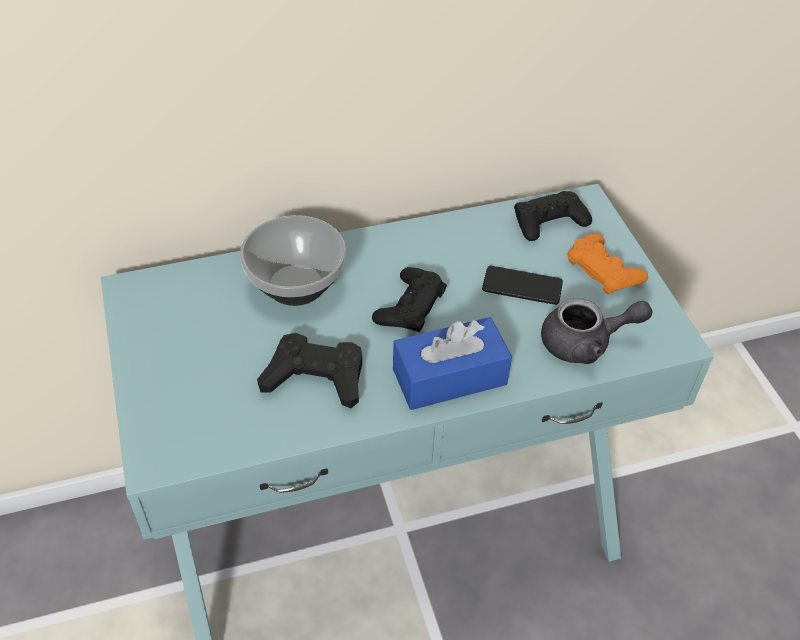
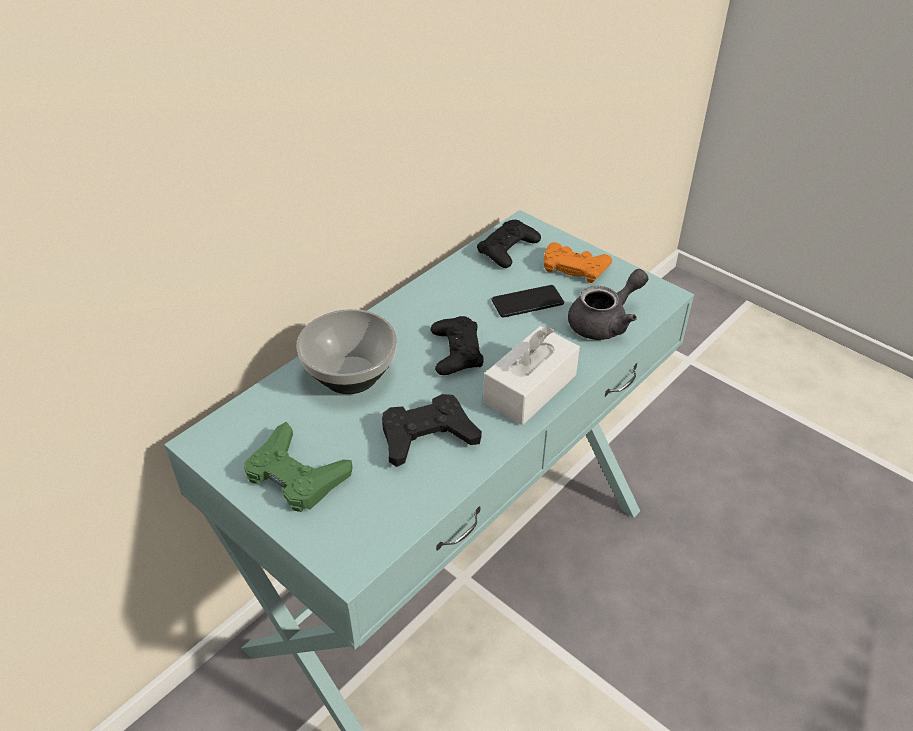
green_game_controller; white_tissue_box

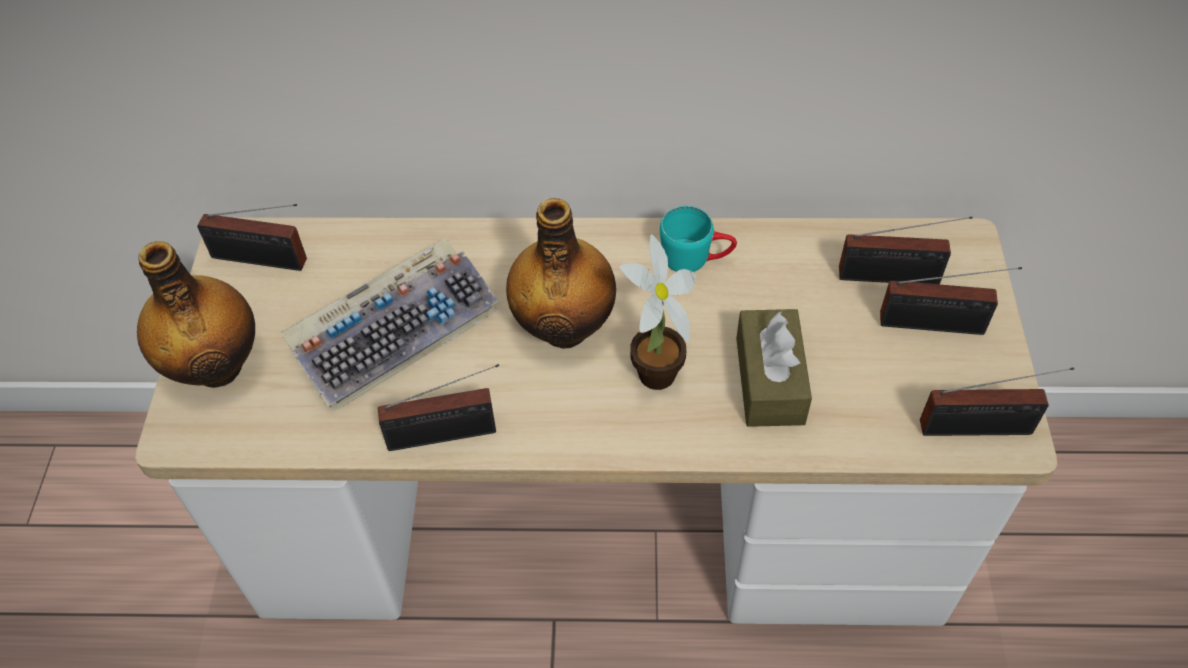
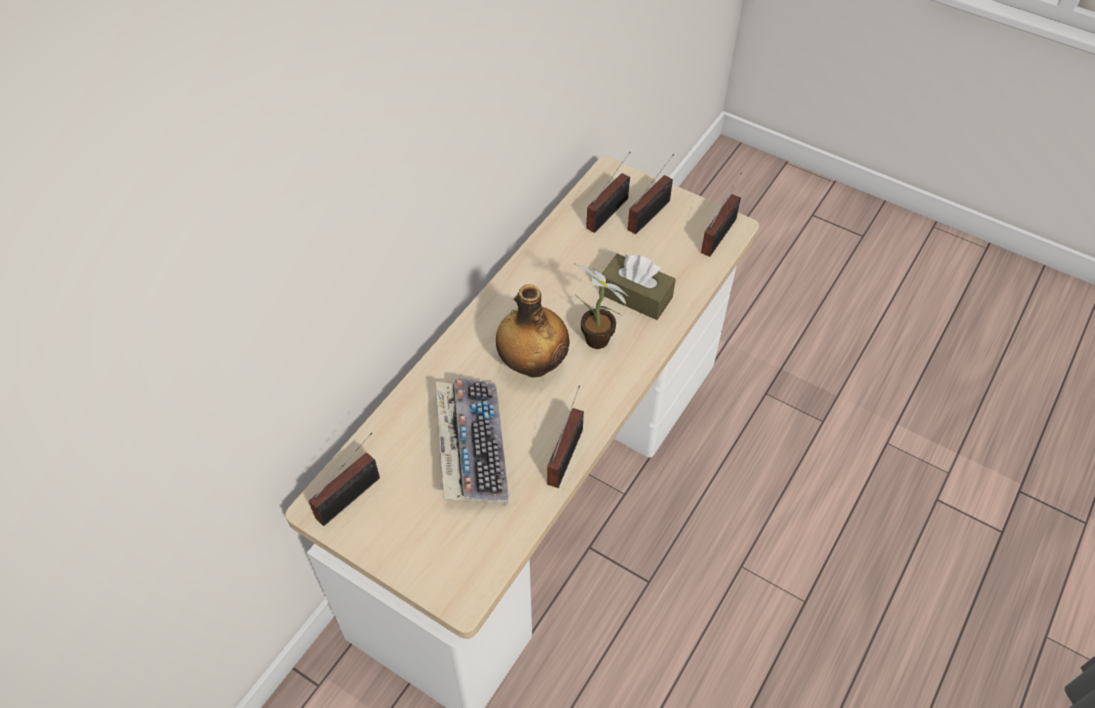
bottle (1st from left in the first image); turquoise_mug

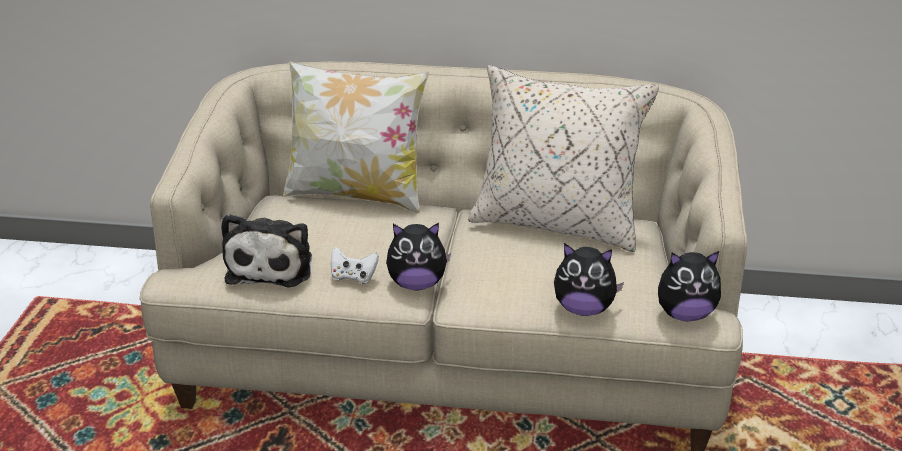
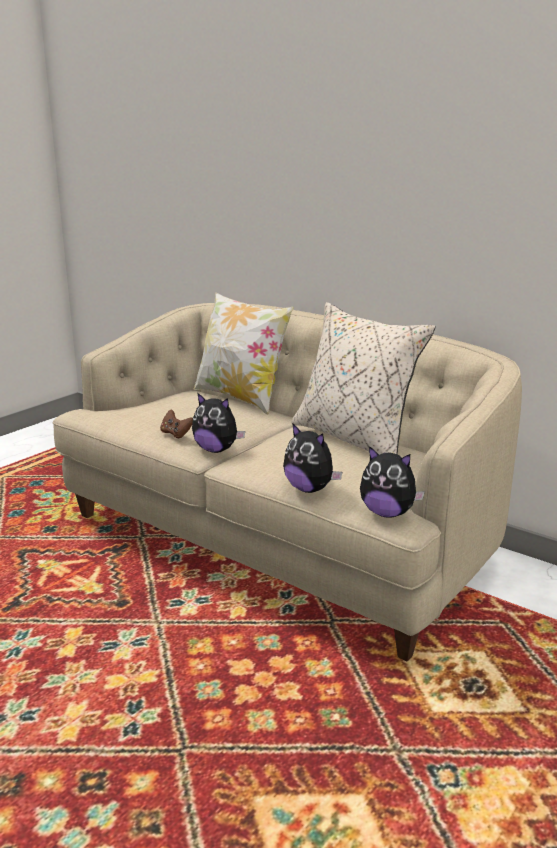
brown_game_controller; plush_toy (1st from left in the first image)

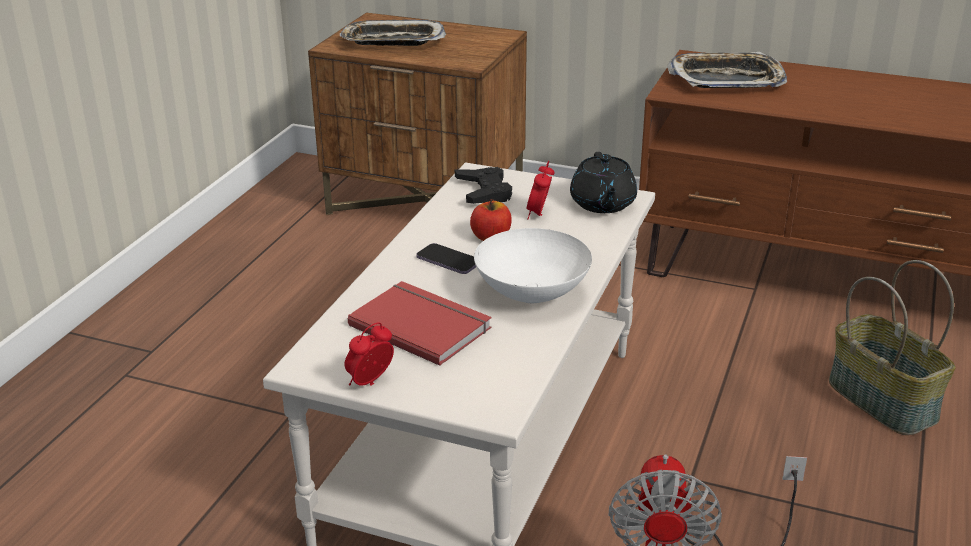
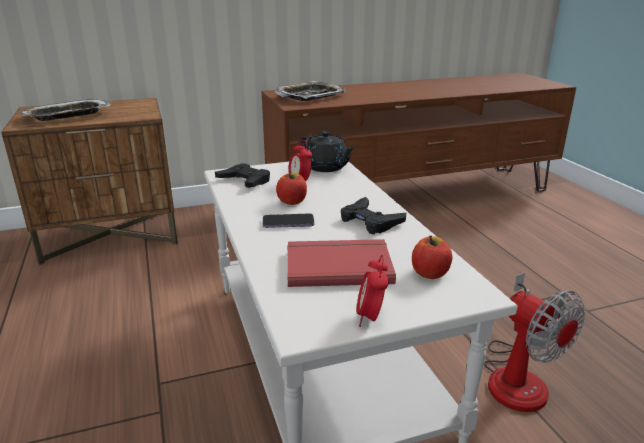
black_game_controller (2nd from left); apple (2nd from left); basket

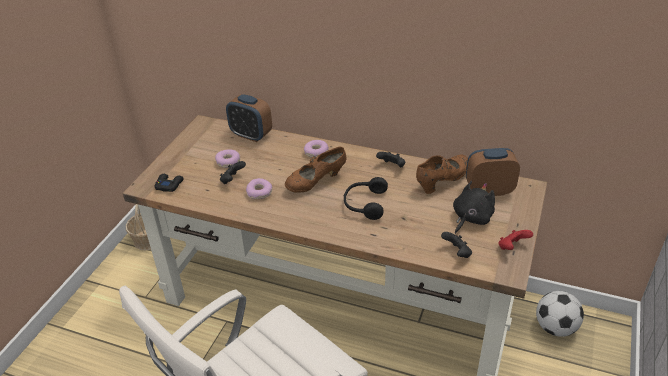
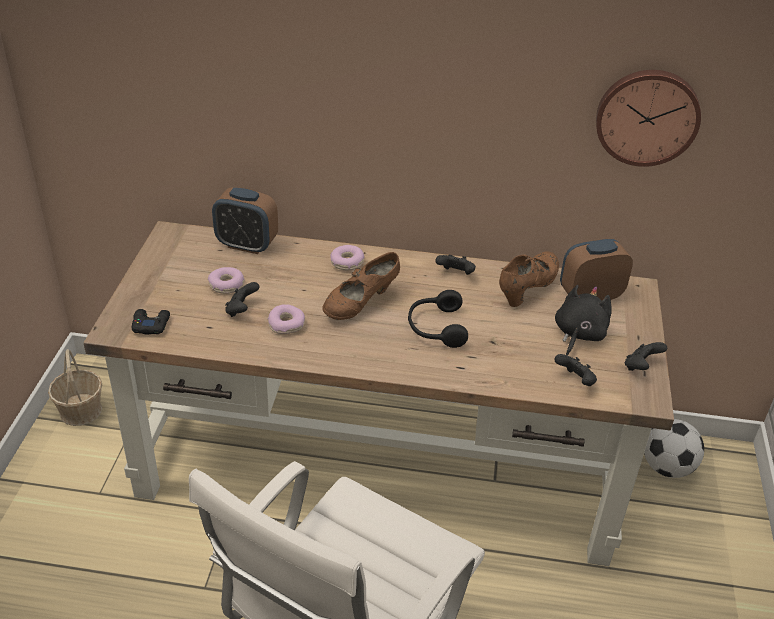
wall_clock; black_game_controller (5th from left)

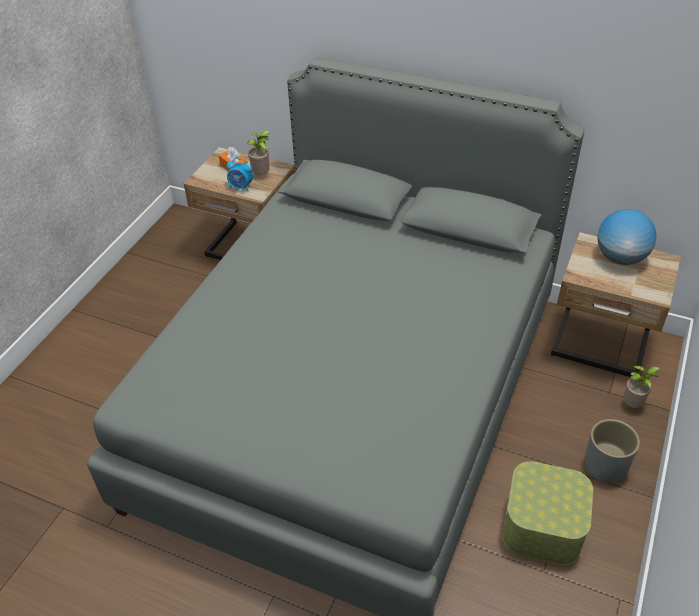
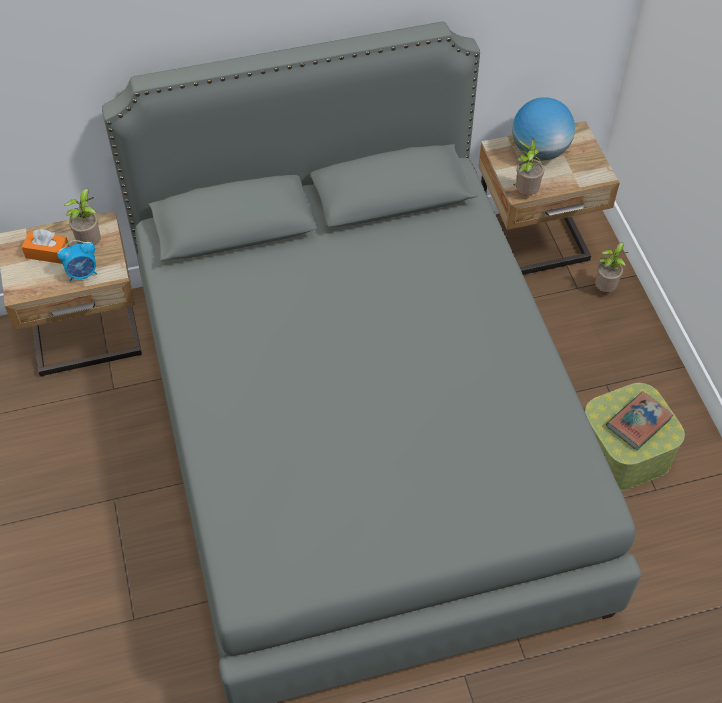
potted_plant (2nd from left); book; grey_planter

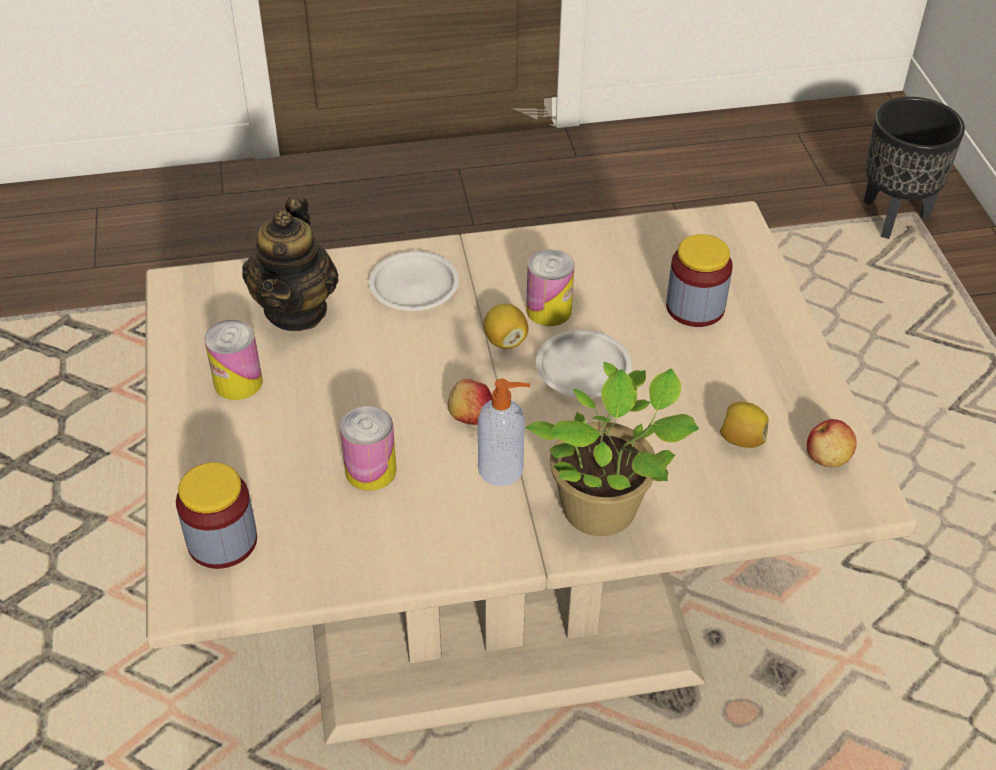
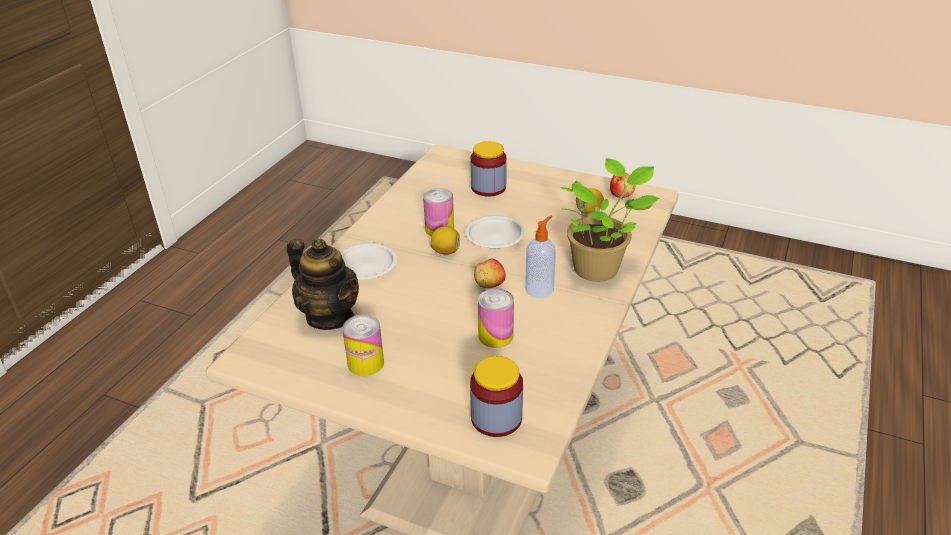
black_planter

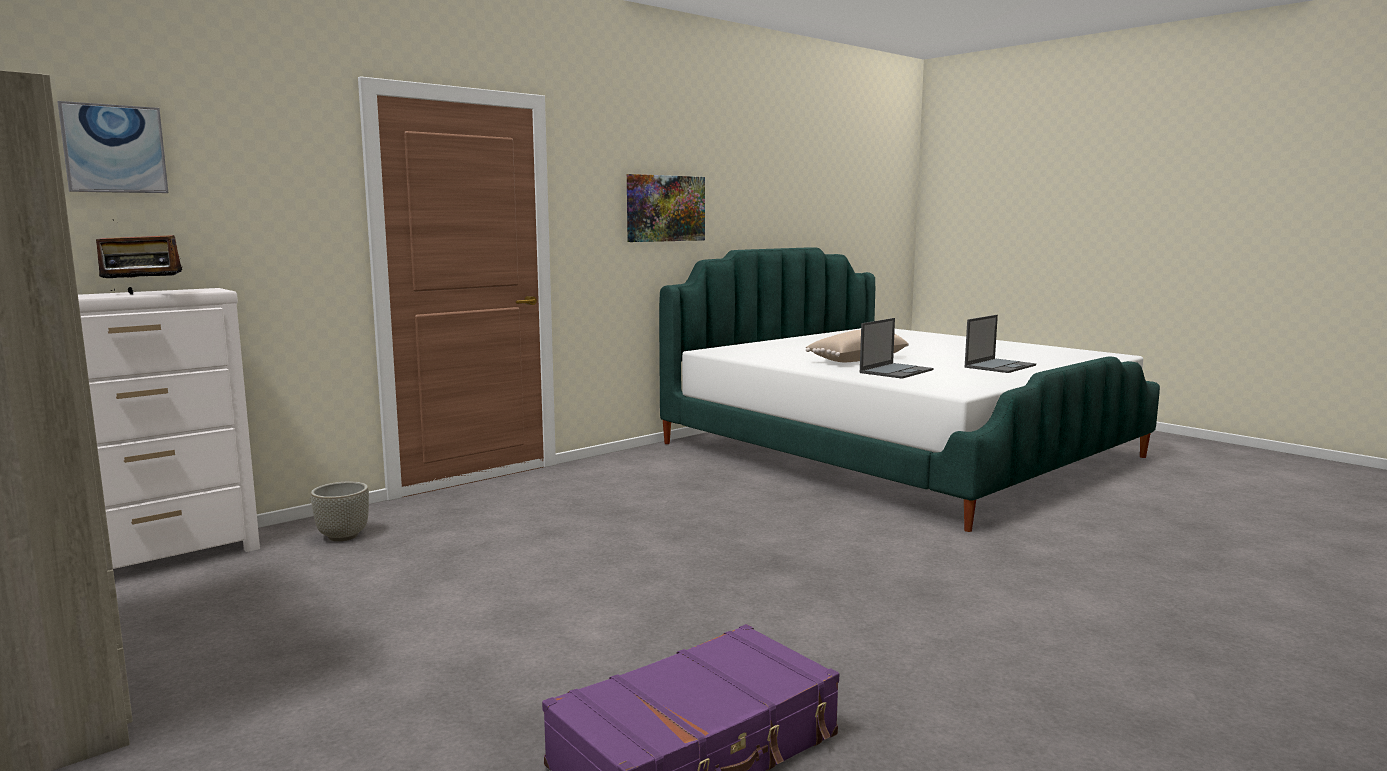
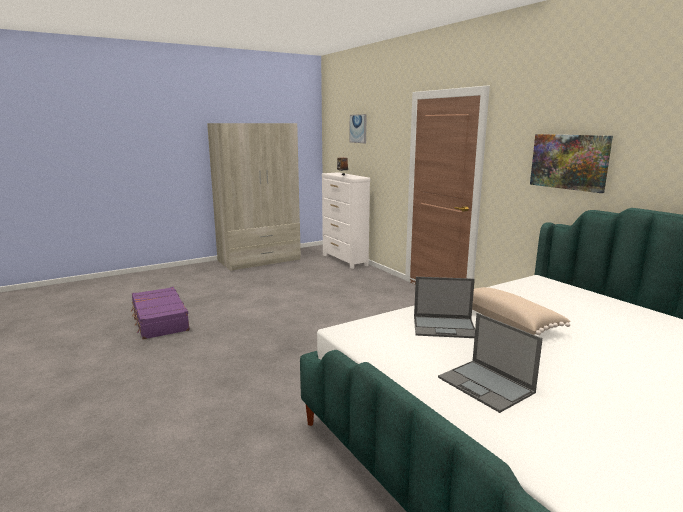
laptop (1st from left); grey_planter

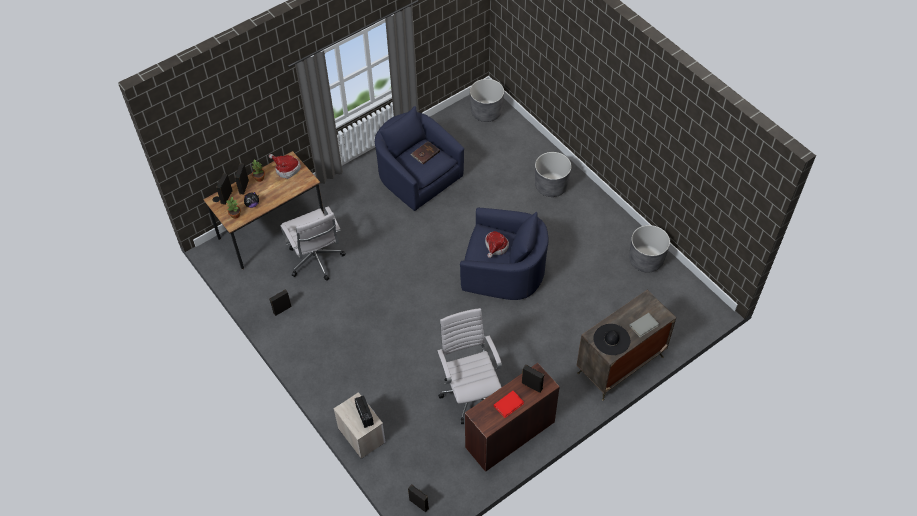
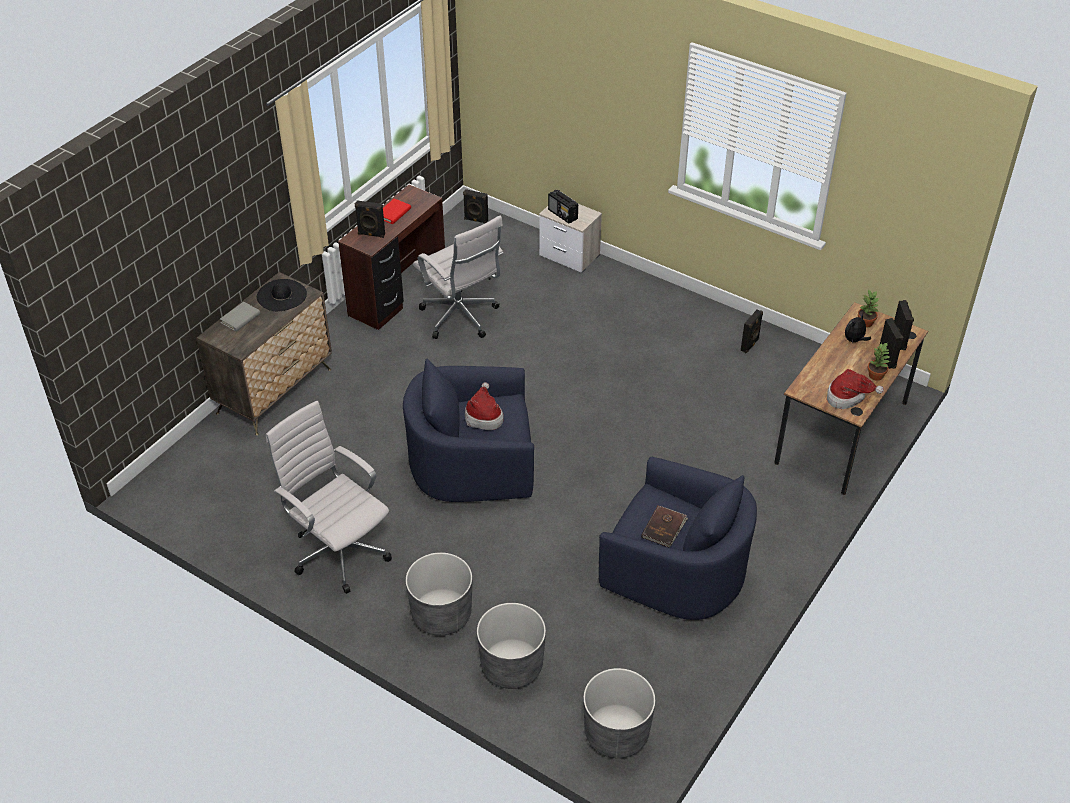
white_office_chair (1st from left); grey_planter (2nd from left)

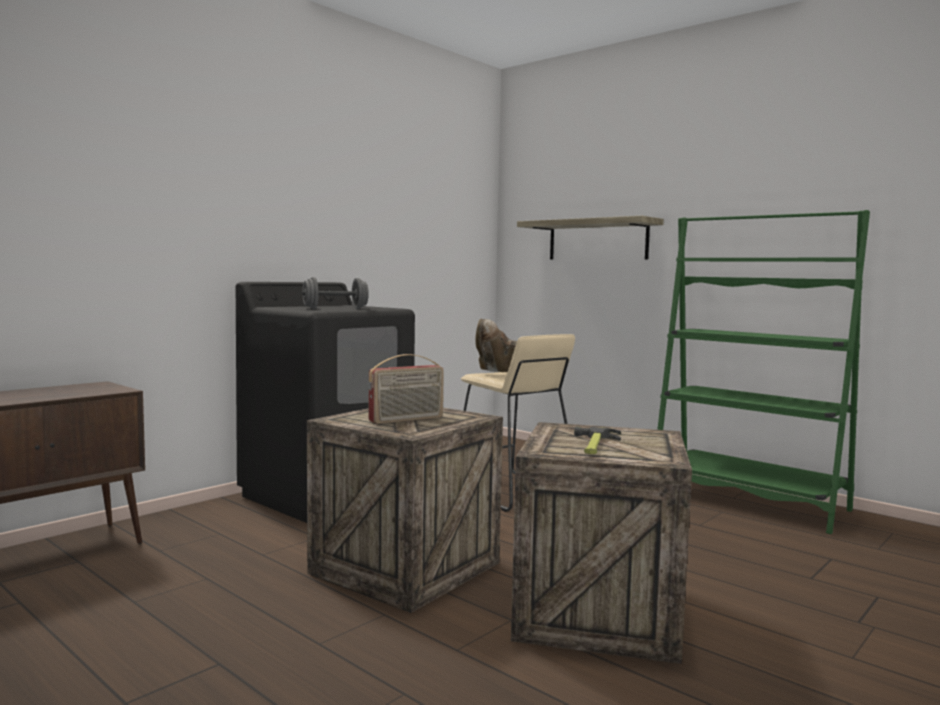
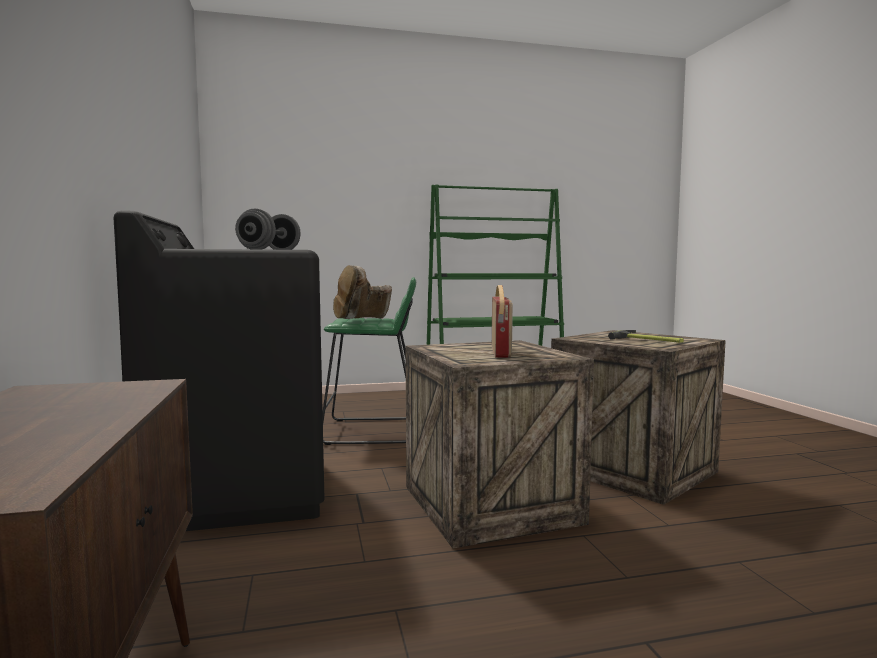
green_stool; shelf

